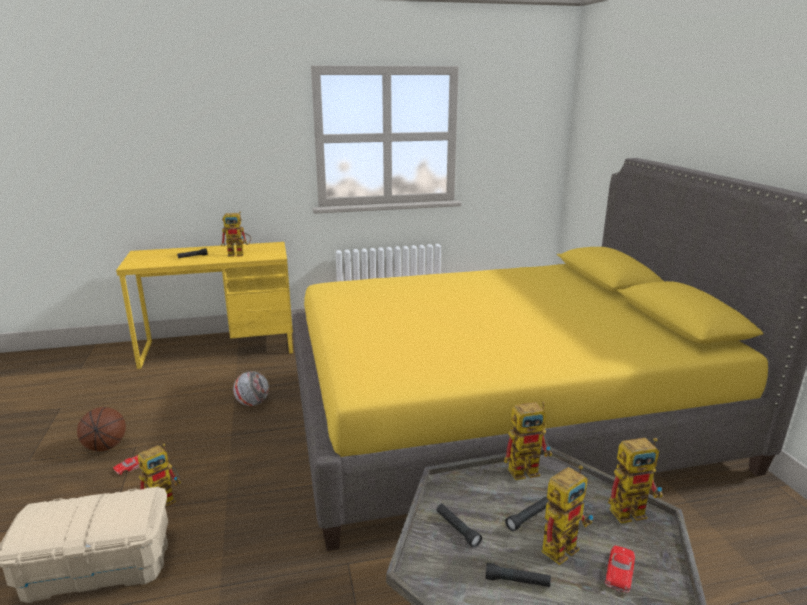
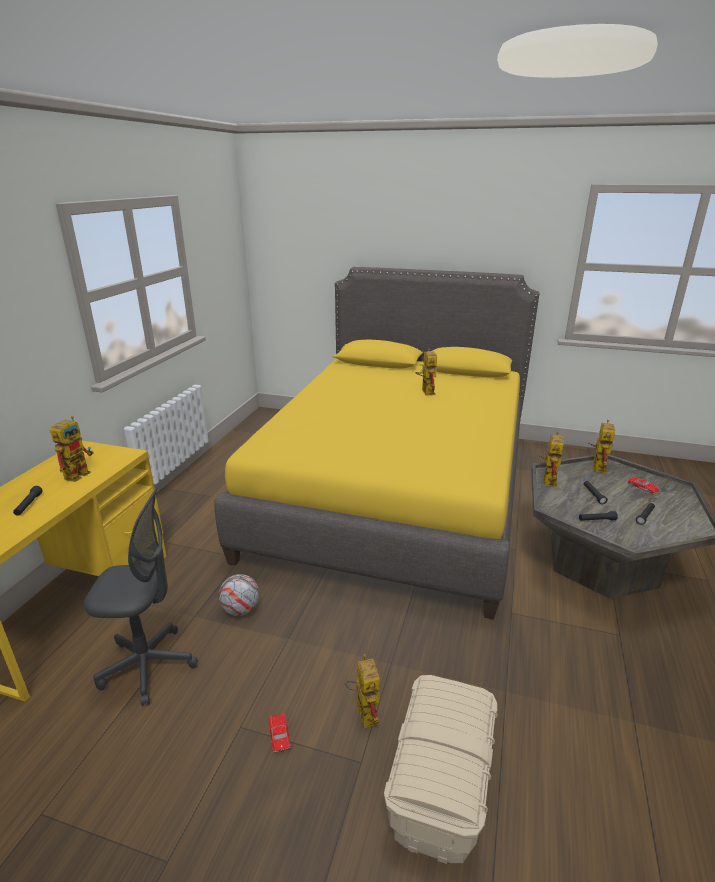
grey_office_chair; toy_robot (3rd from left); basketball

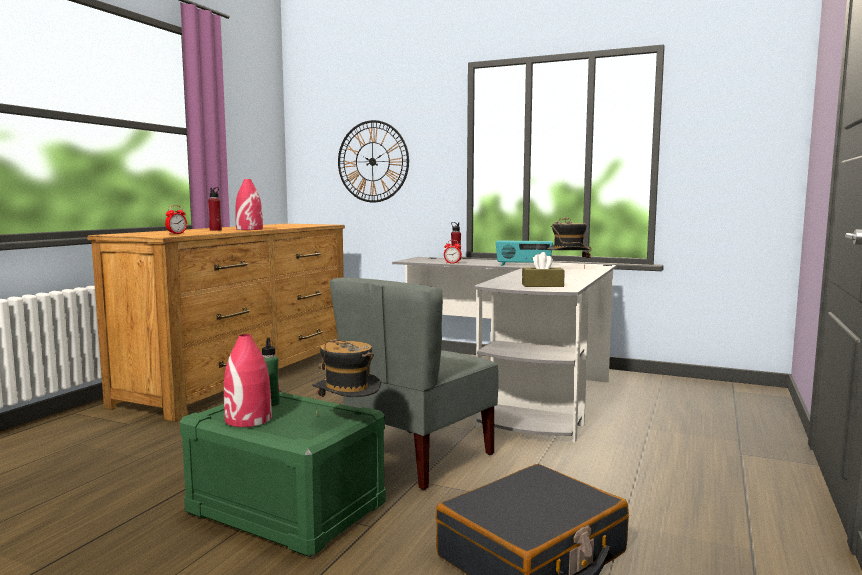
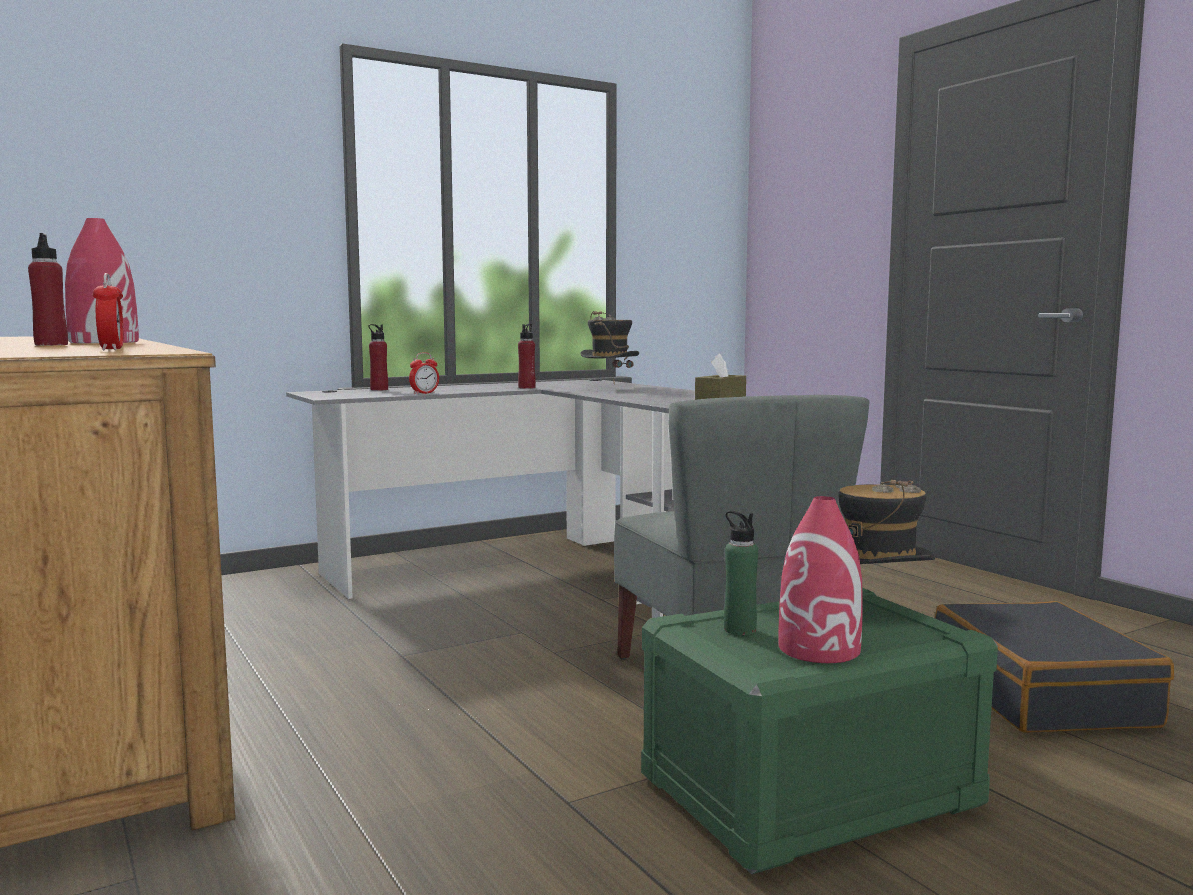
red_bottle (3rd from left); wall_clock

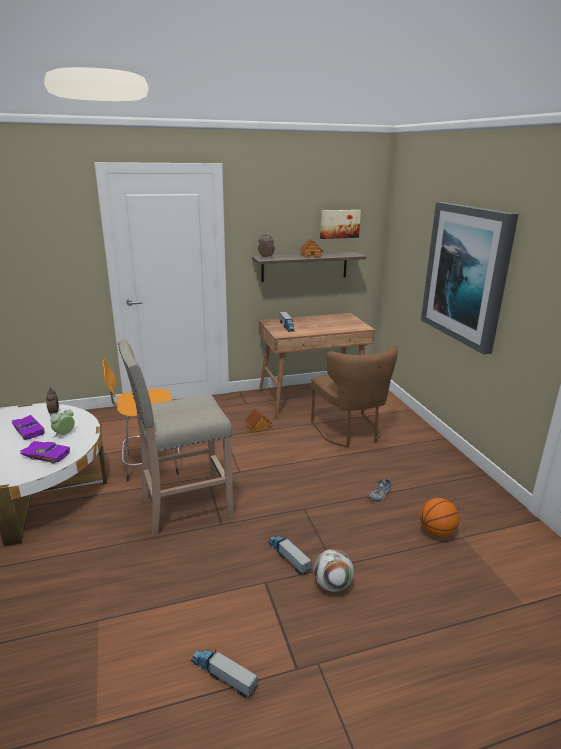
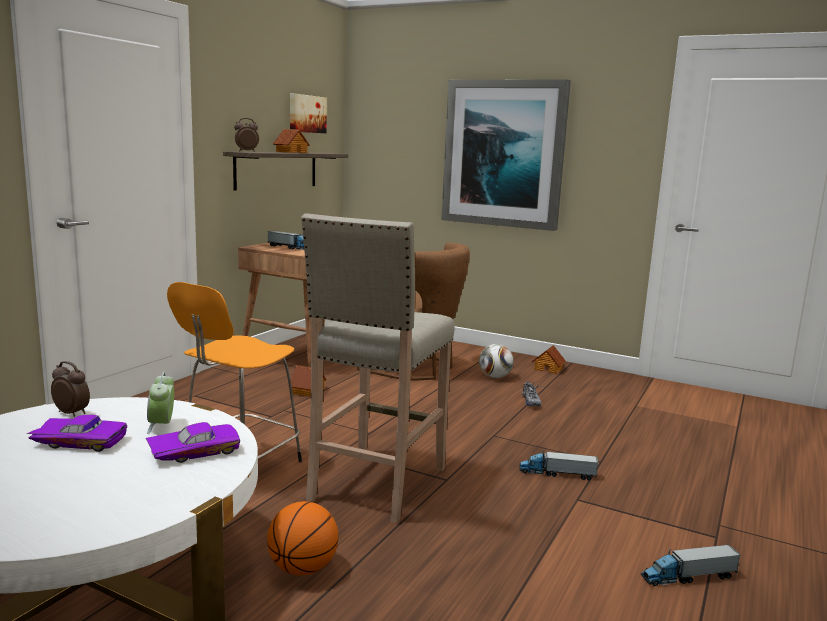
basketball; football; toy_house (3rd from left)

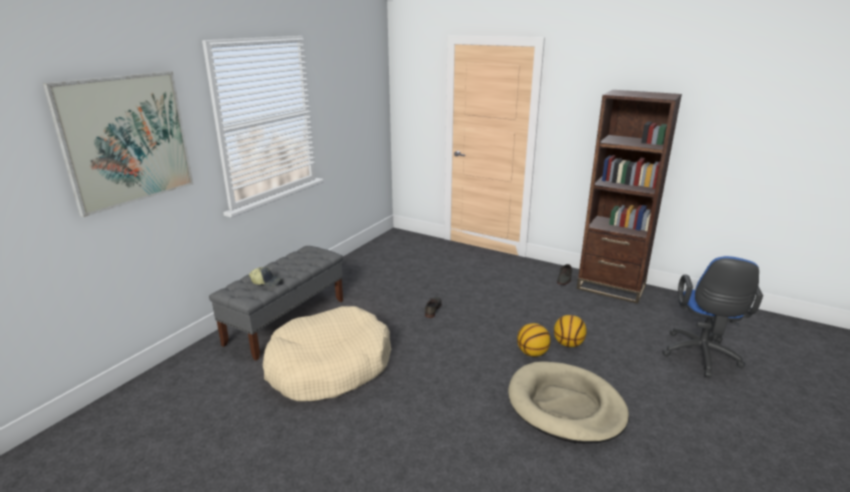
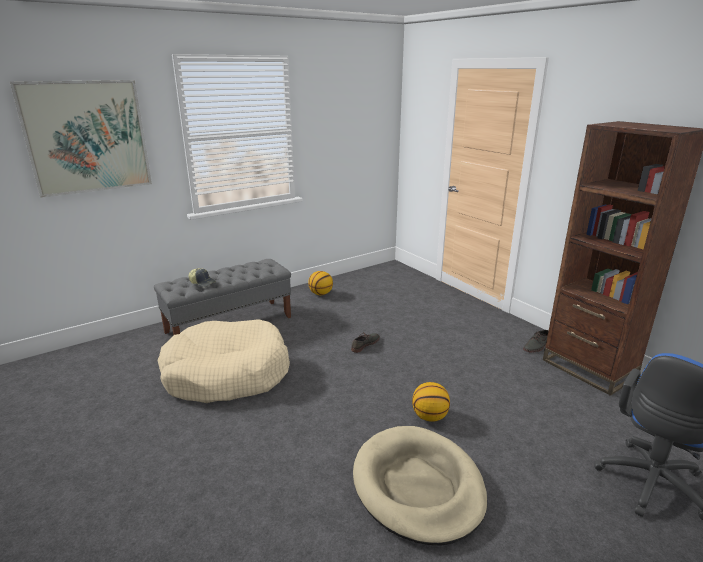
basketball (1st from left)

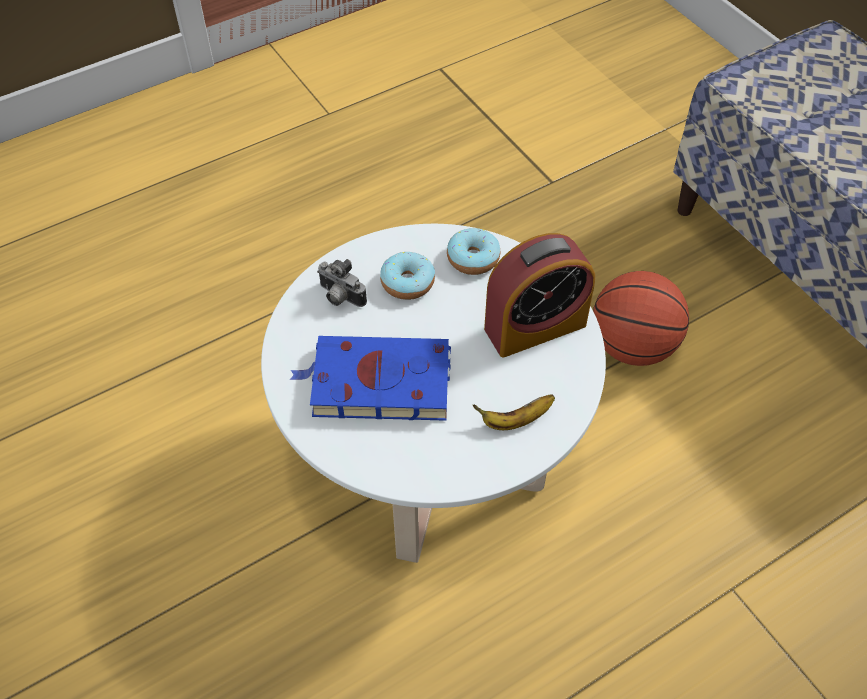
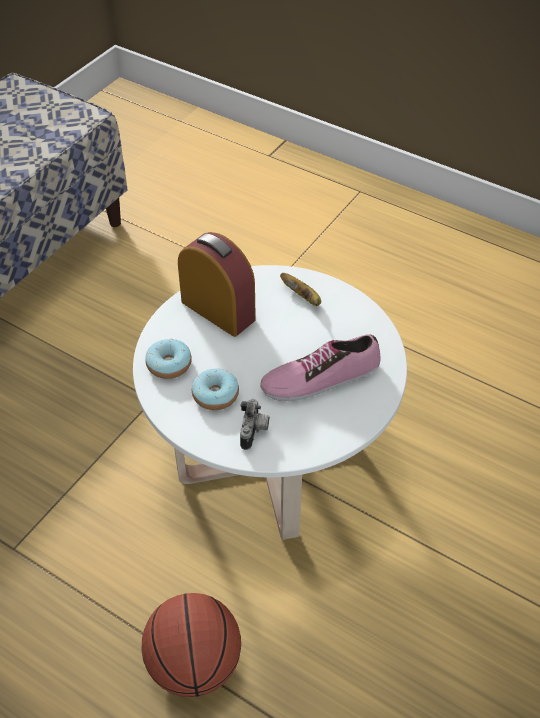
basketball; shoe

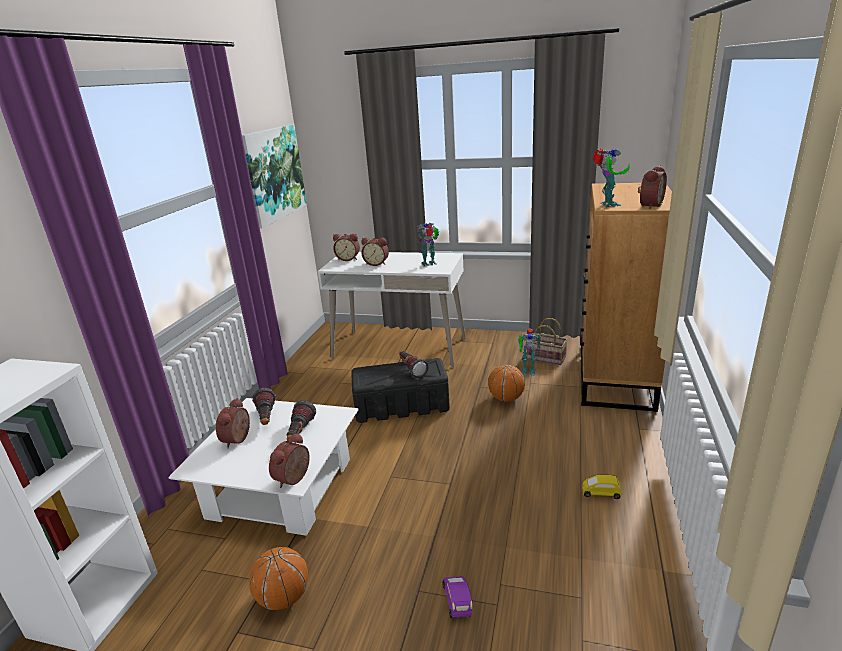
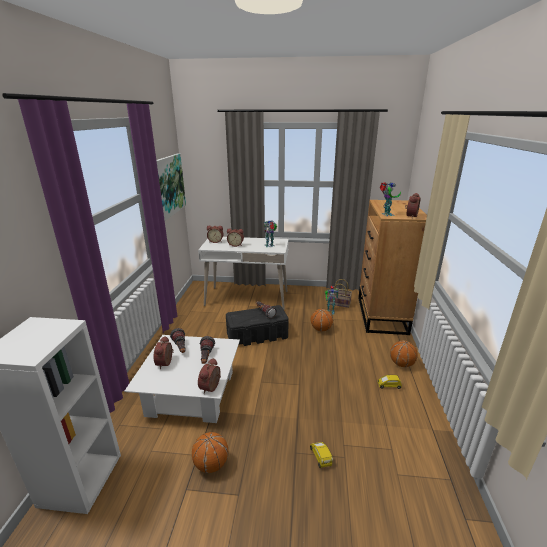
yellow_toy_car (1st from left); basketball (3rd from left)

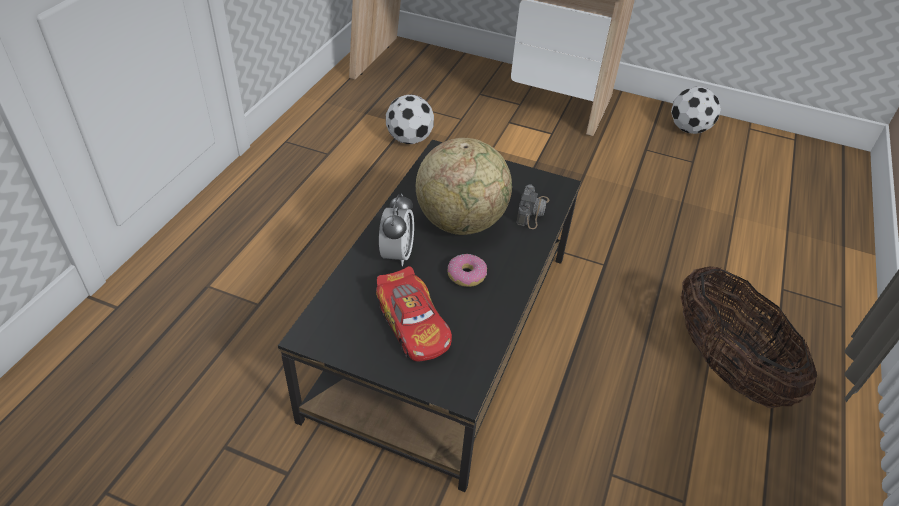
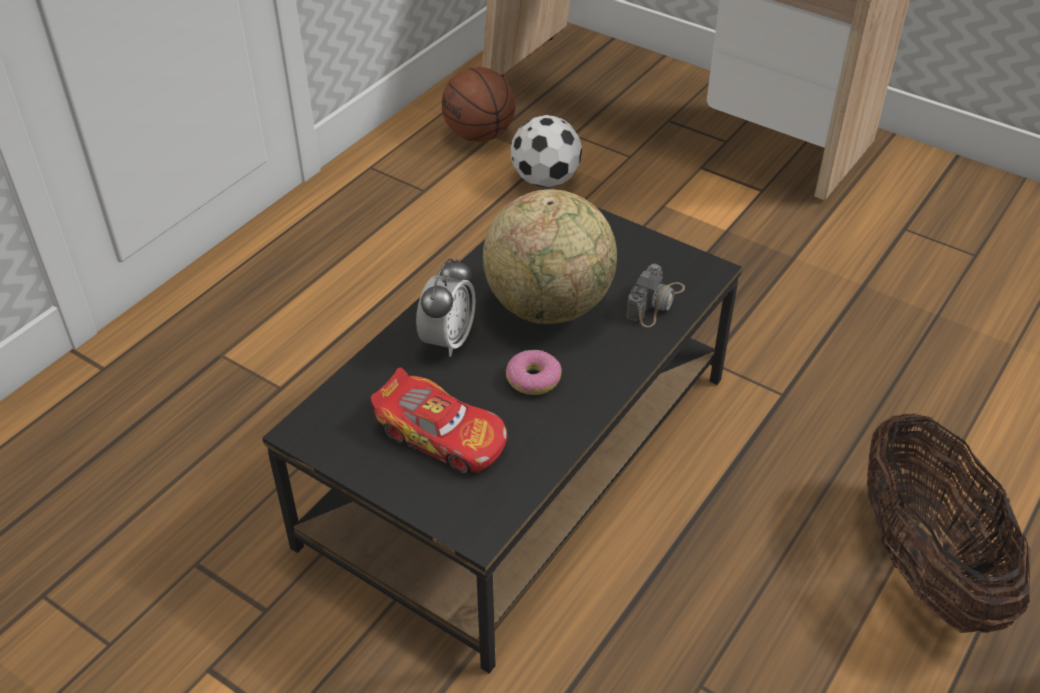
toy_car; basketball; football (2nd from left in the first image)

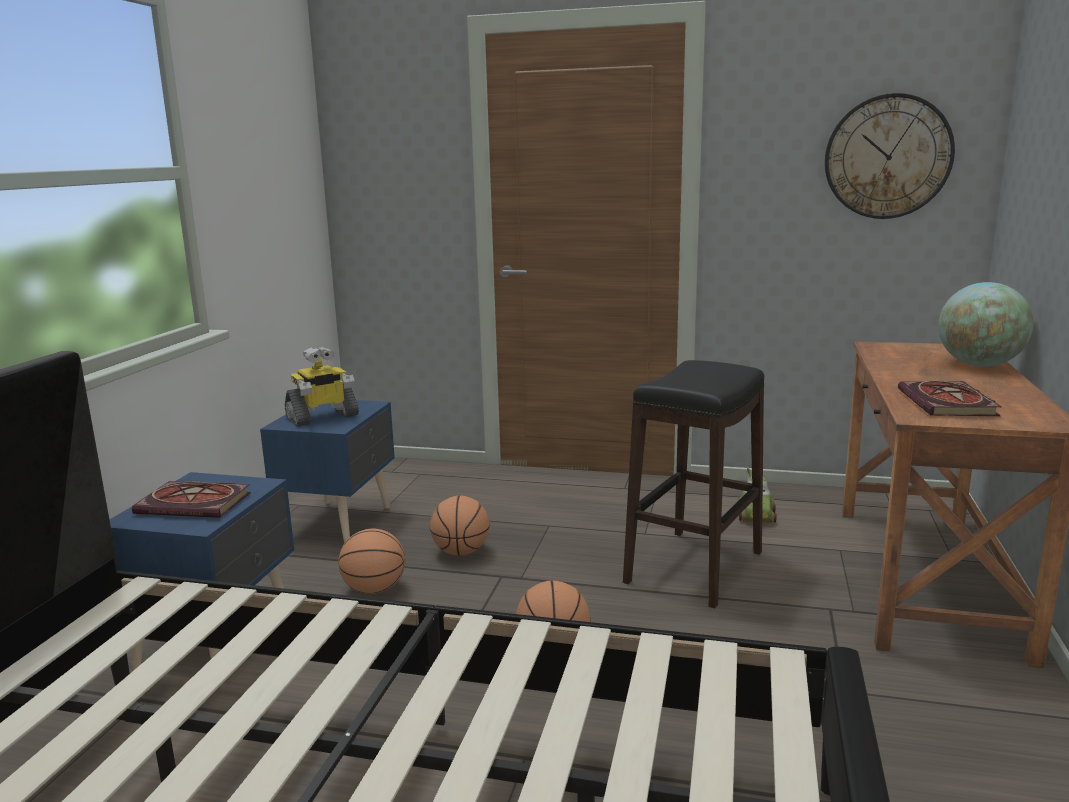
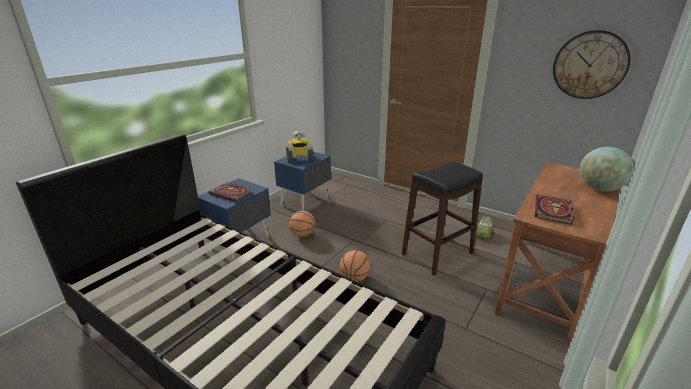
basketball (2nd from left in the first image)

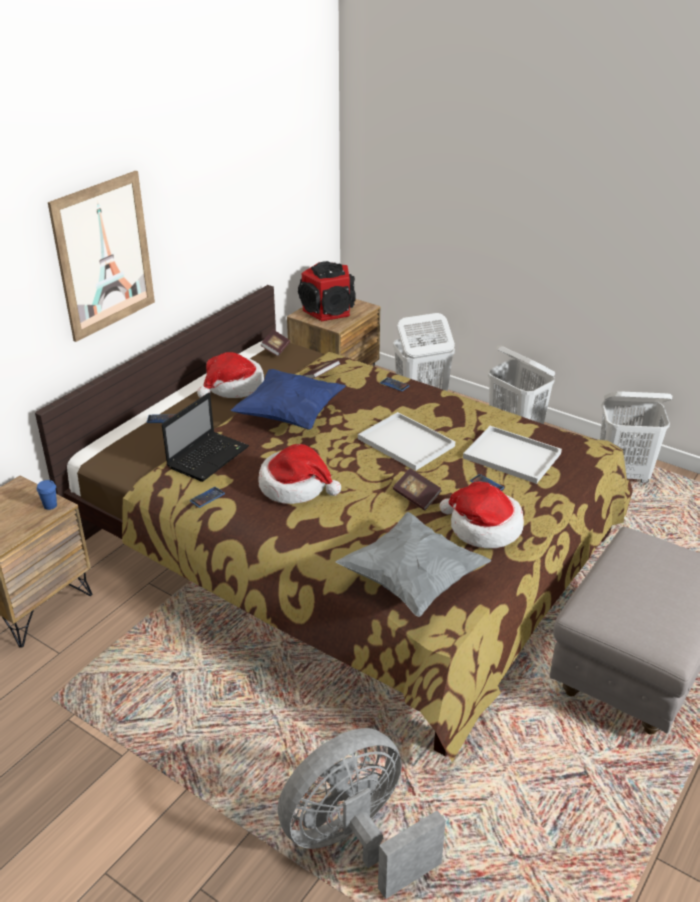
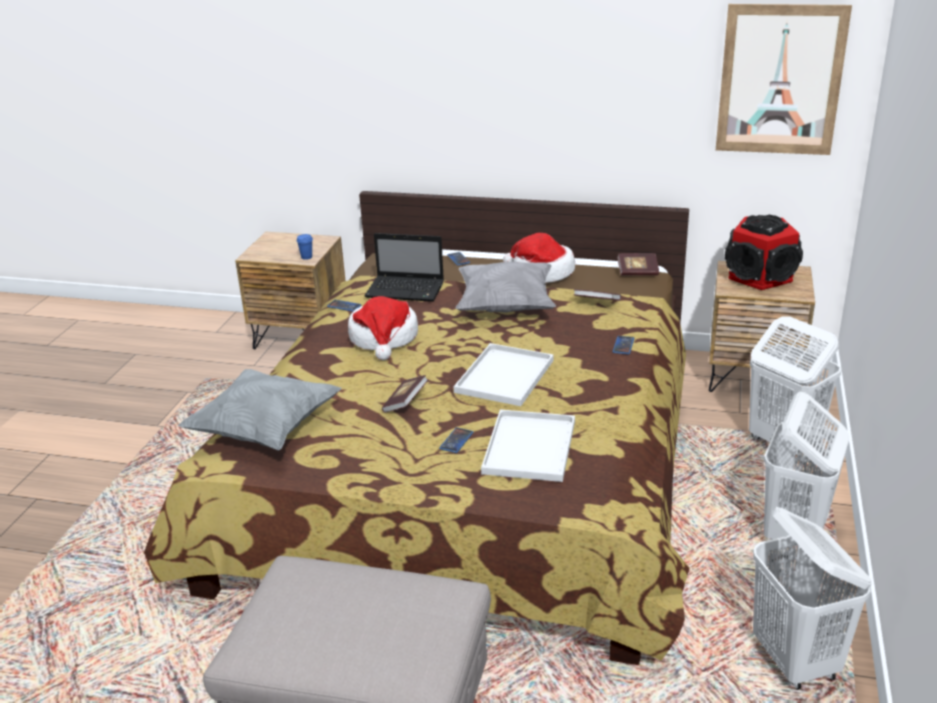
grey_pillow (2nd from left); picture; grey_fan; hat (3rd from left in the first image)

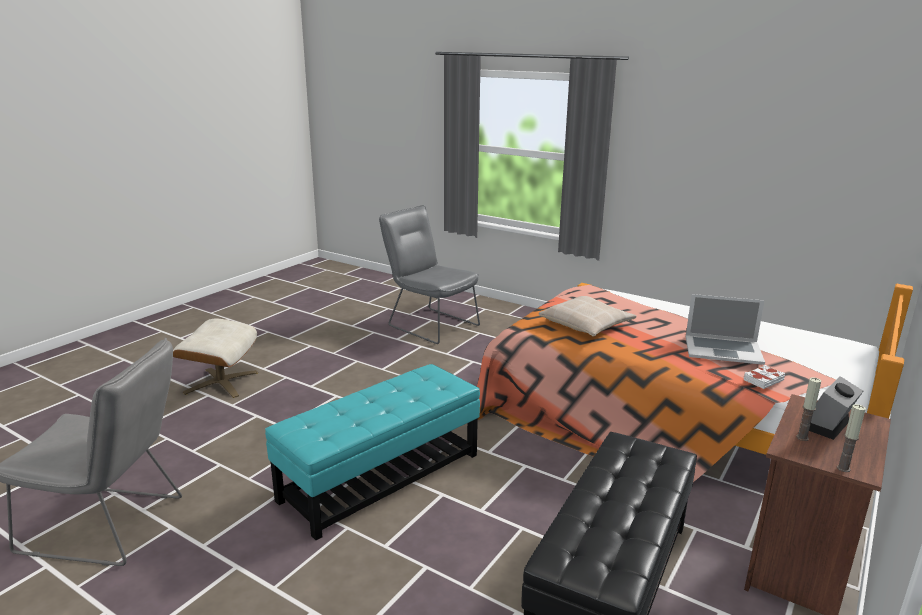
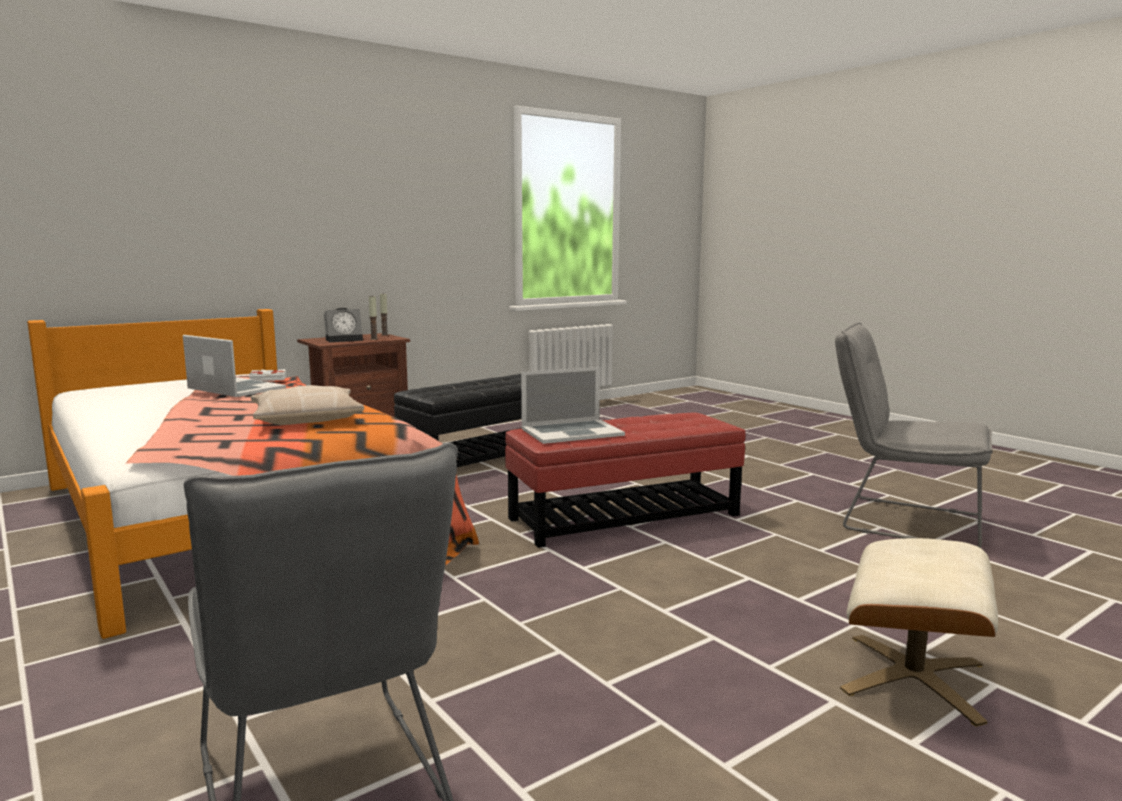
red_ottoman; laptop (2nd from left)

